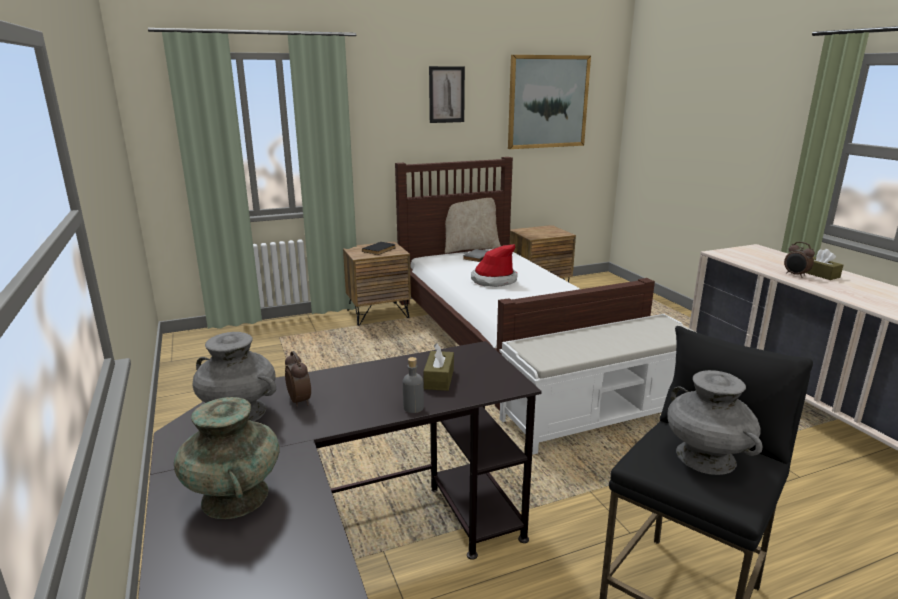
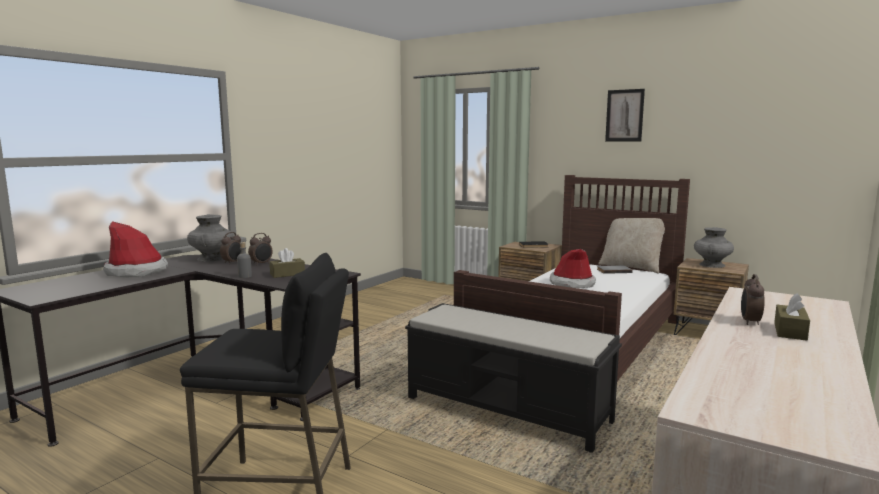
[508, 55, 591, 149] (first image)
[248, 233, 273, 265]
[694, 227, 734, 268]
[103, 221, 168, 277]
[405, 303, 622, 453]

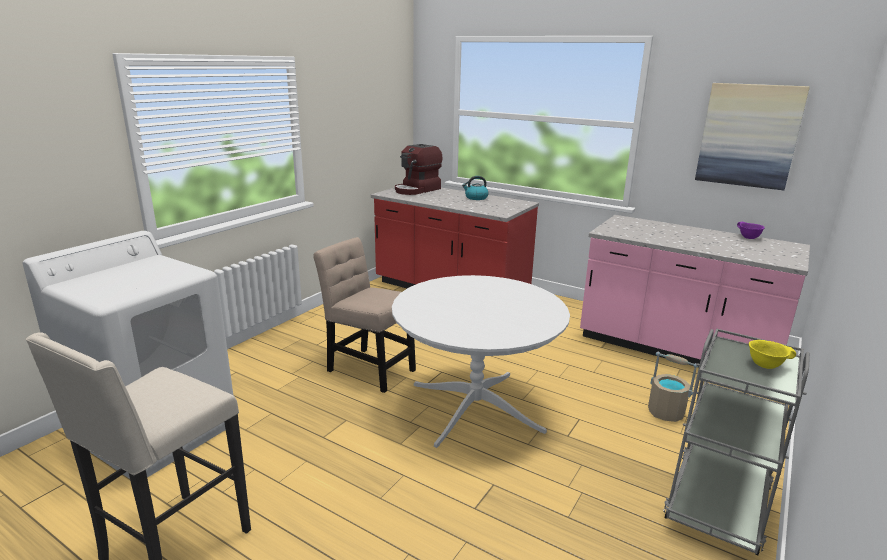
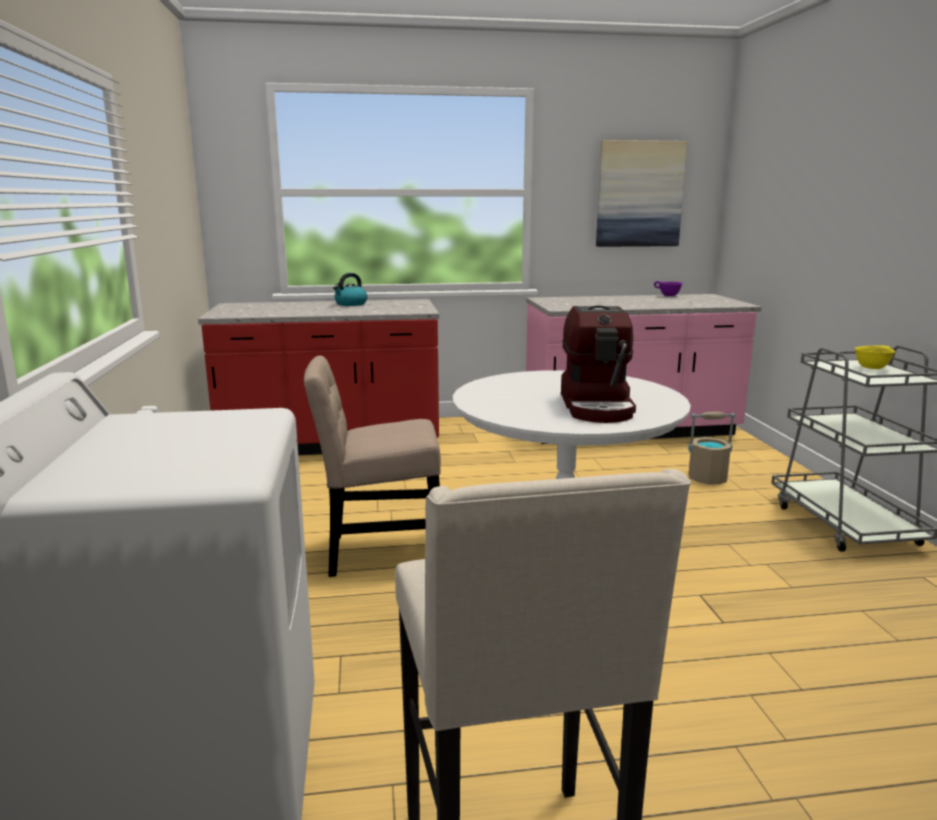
[561, 305, 636, 423]

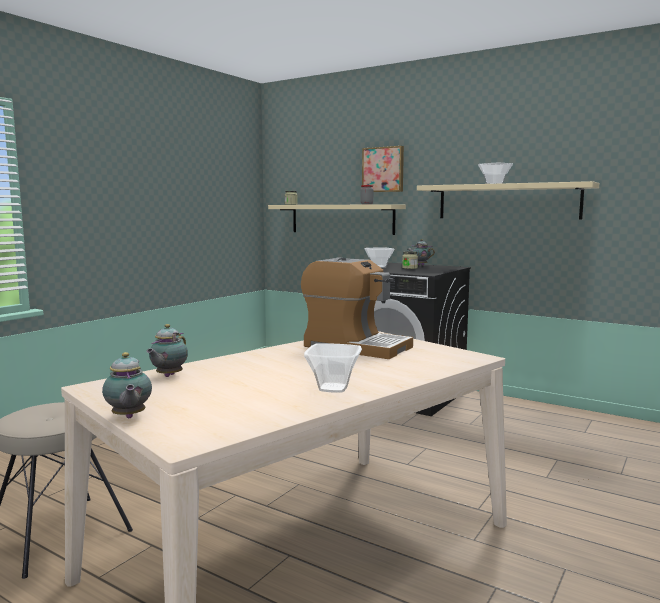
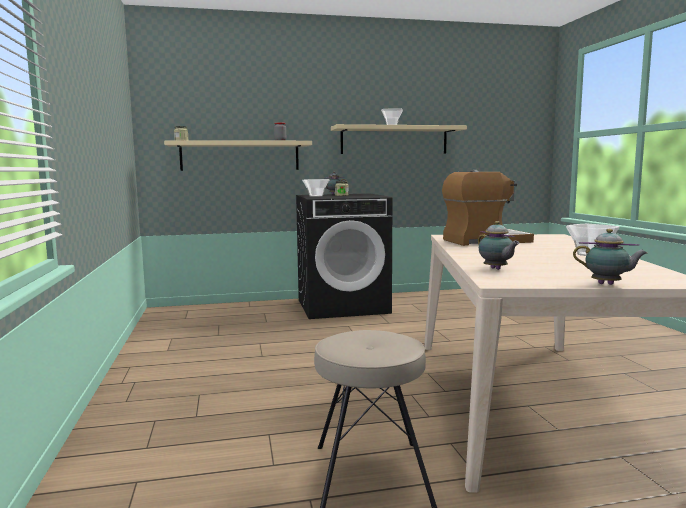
[362, 146, 404, 192] (first image)

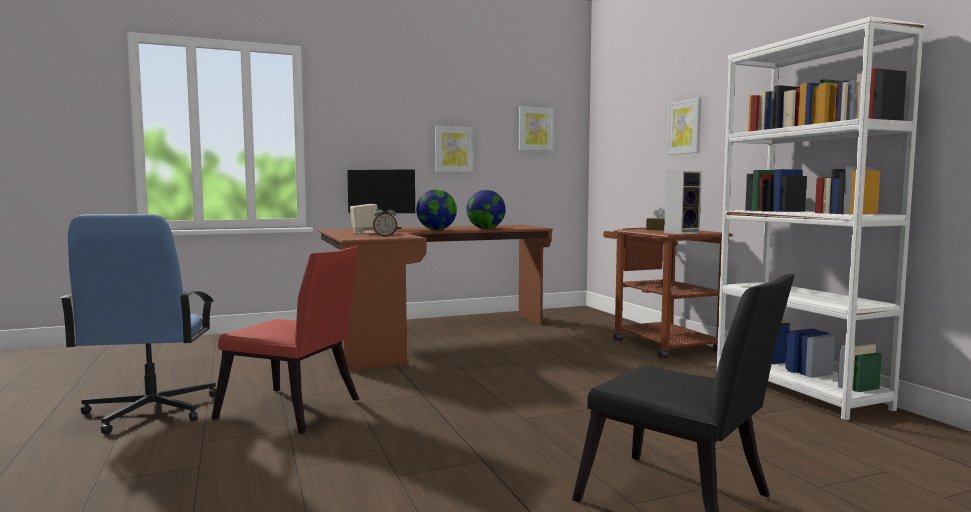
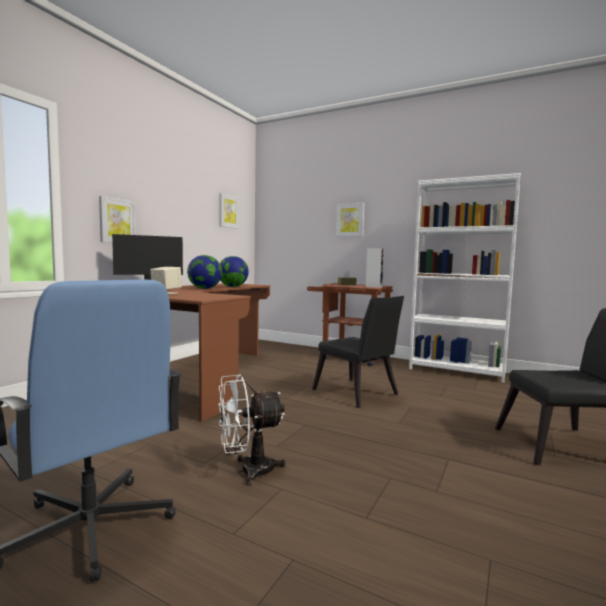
[373, 205, 397, 237] (first image)
[312, 296, 404, 408]
[99, 196, 136, 243]
[218, 374, 286, 486]

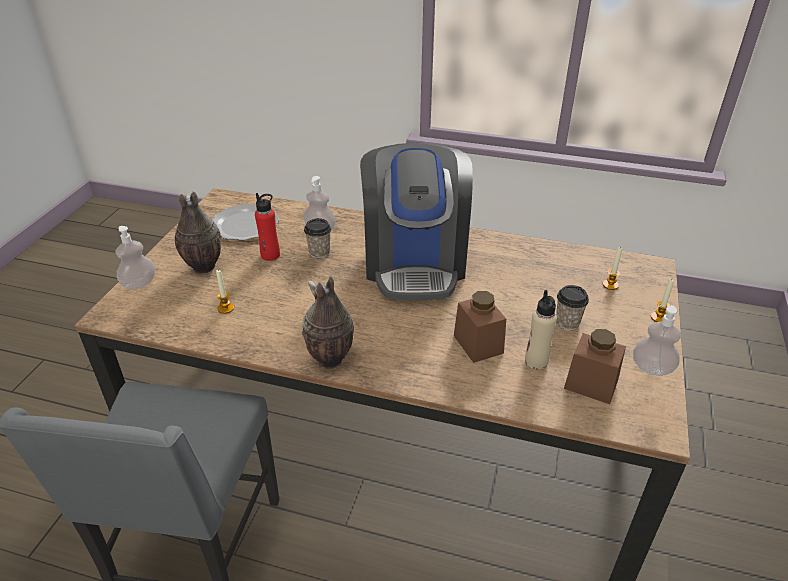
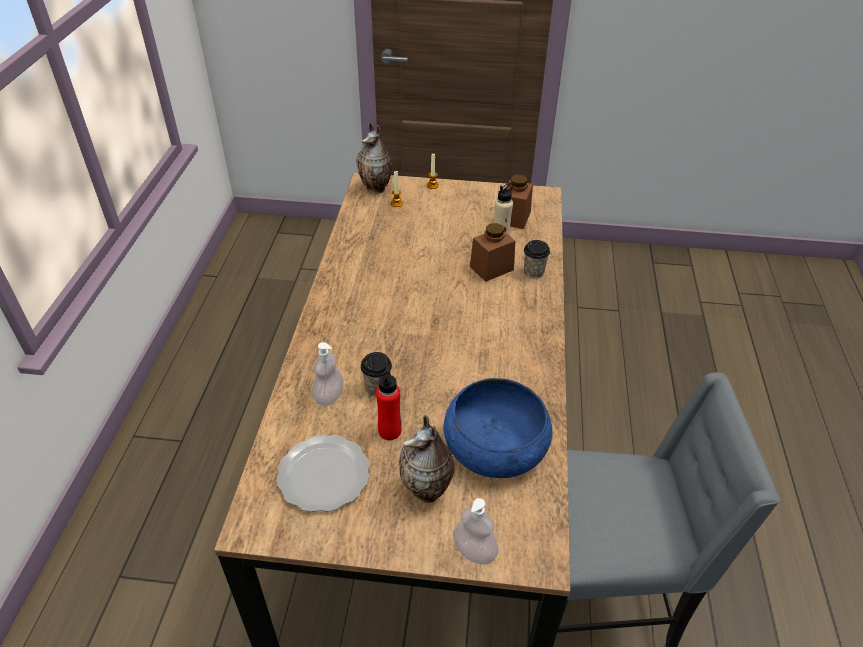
[360, 143, 473, 300] (first image)
[633, 305, 681, 376] (first image)
[357, 122, 392, 194]
[524, 240, 550, 279]
[443, 378, 552, 478]

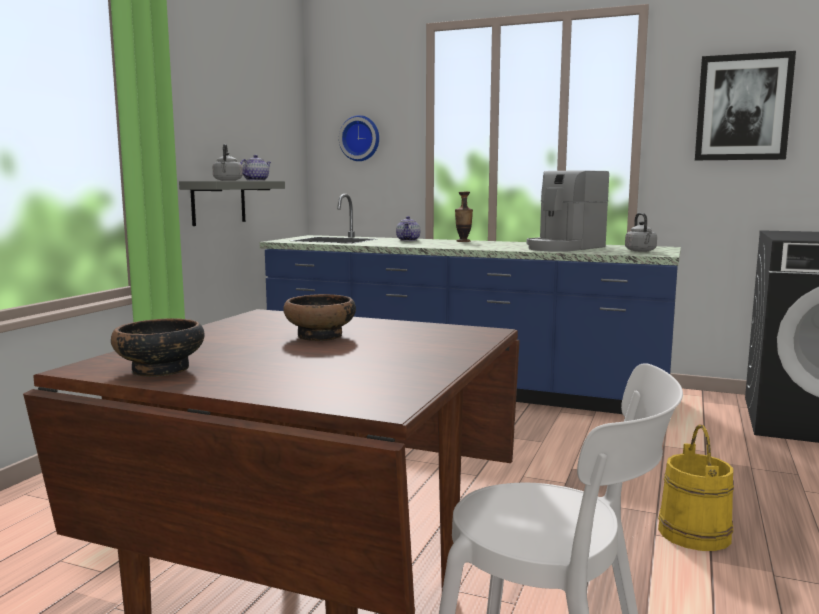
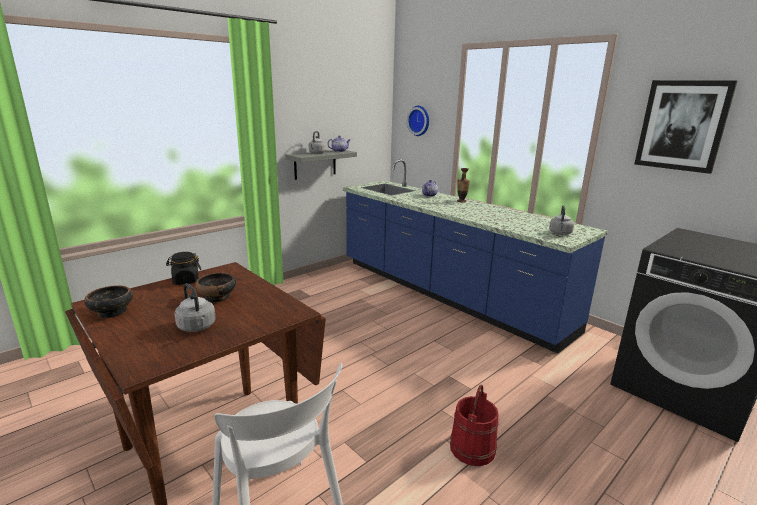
[527, 170, 609, 252] (first image)
[166, 252, 201, 285]
[174, 283, 216, 332]
[450, 385, 499, 466]

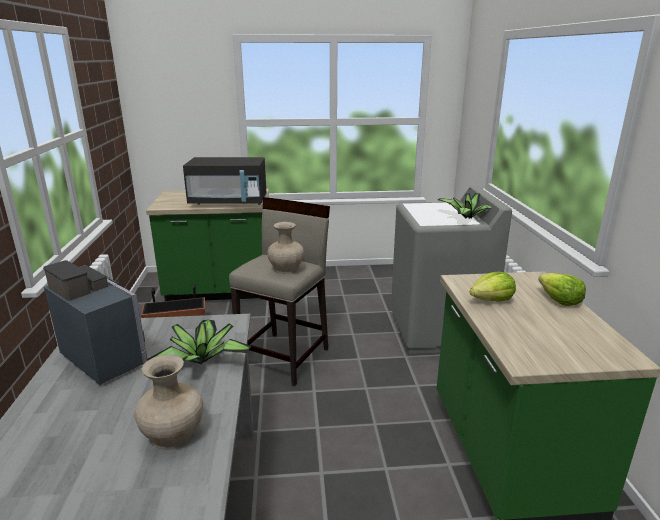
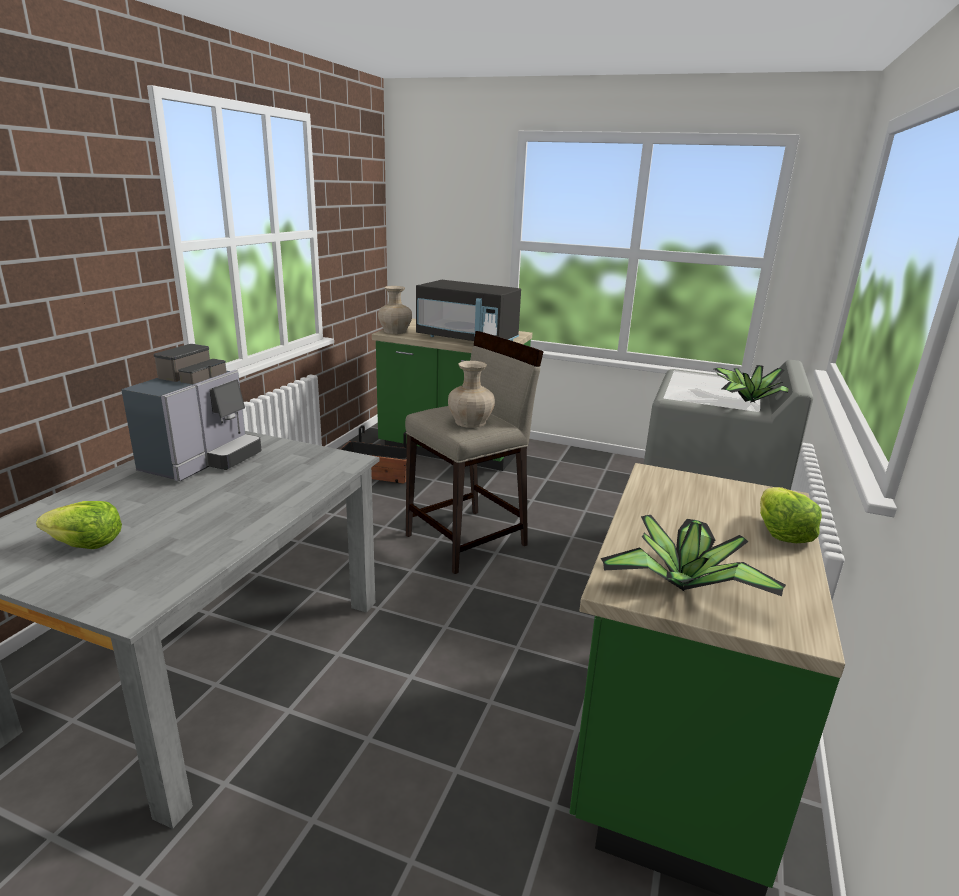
[378, 286, 412, 334]
[601, 515, 786, 596]
[36, 501, 122, 549]
[121, 344, 262, 481]

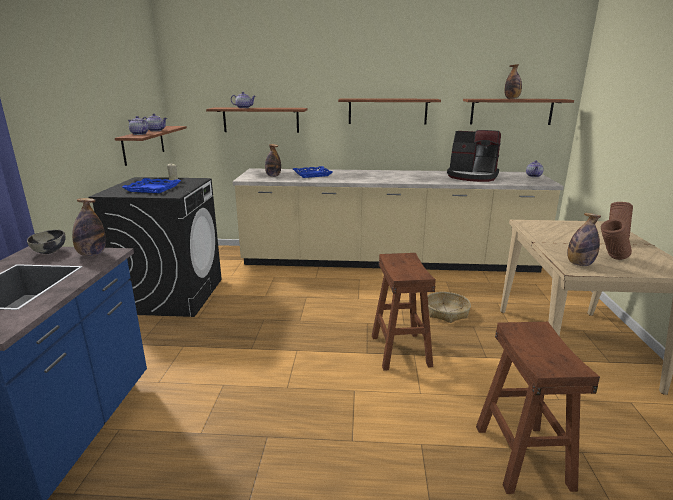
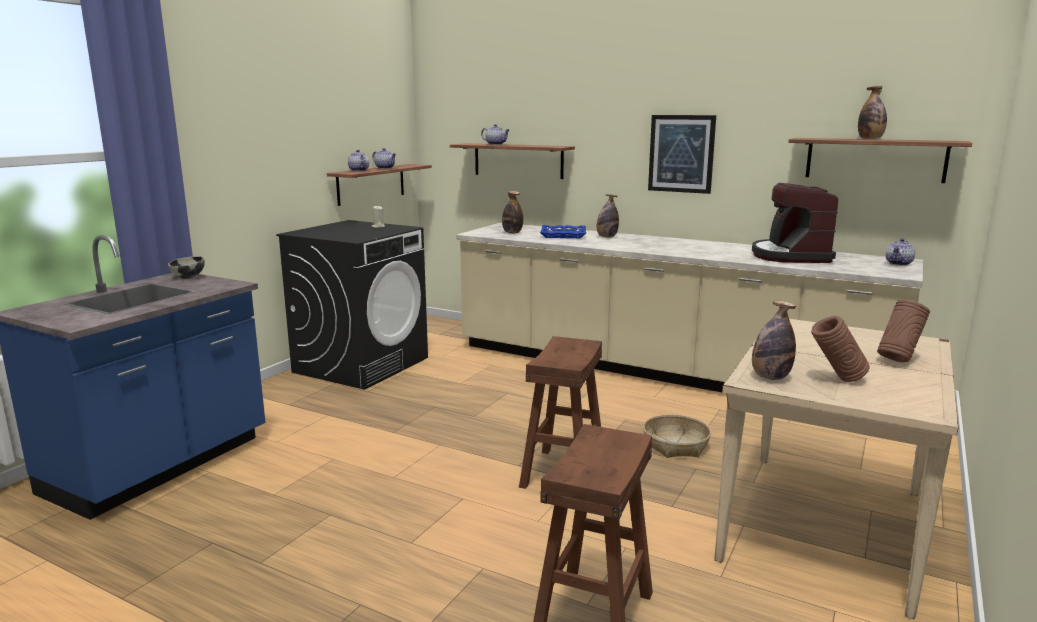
[122, 178, 181, 193] (first image)
[597, 194, 619, 238]
[648, 115, 716, 194]
[752, 183, 838, 263]

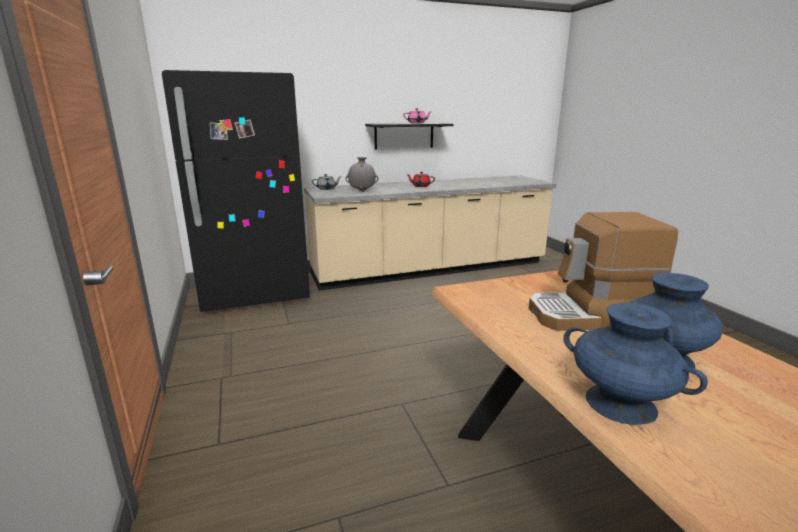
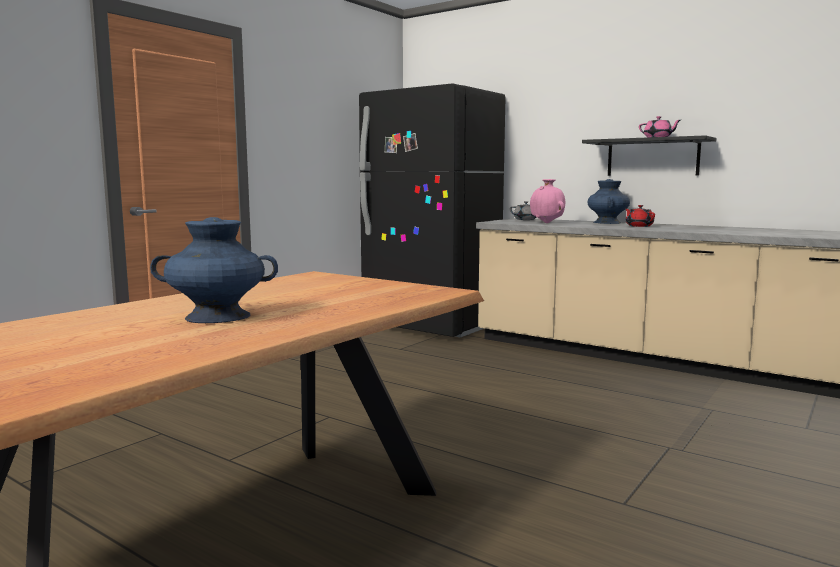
[529, 212, 678, 331] (first image)
[588, 179, 630, 224]
[530, 179, 565, 223]

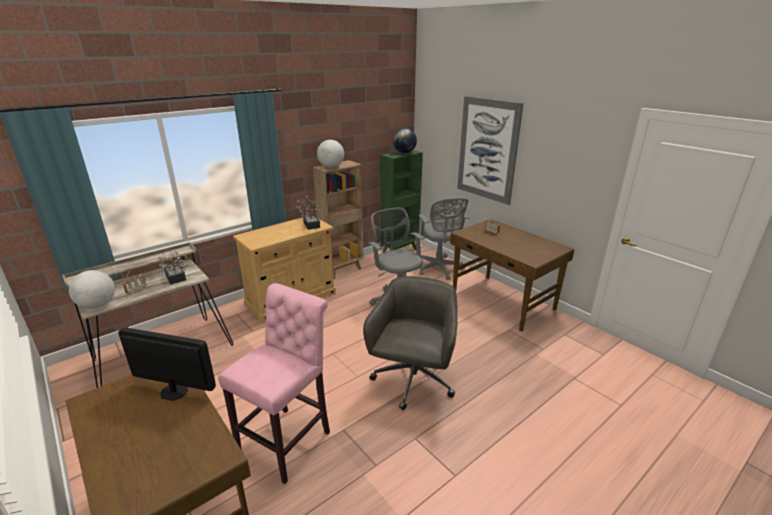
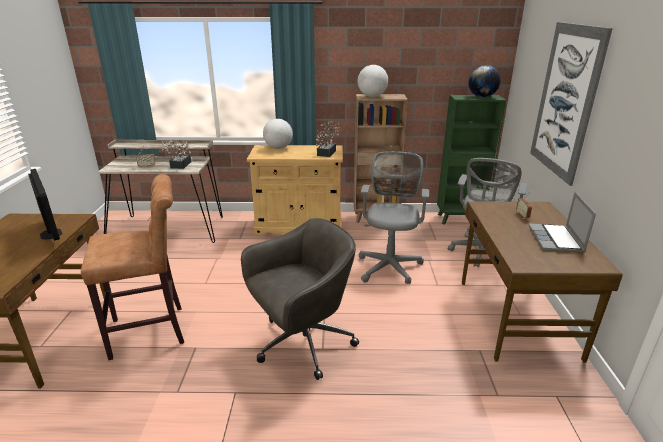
[528, 192, 596, 252]
[263, 119, 293, 149]
[81, 174, 184, 360]

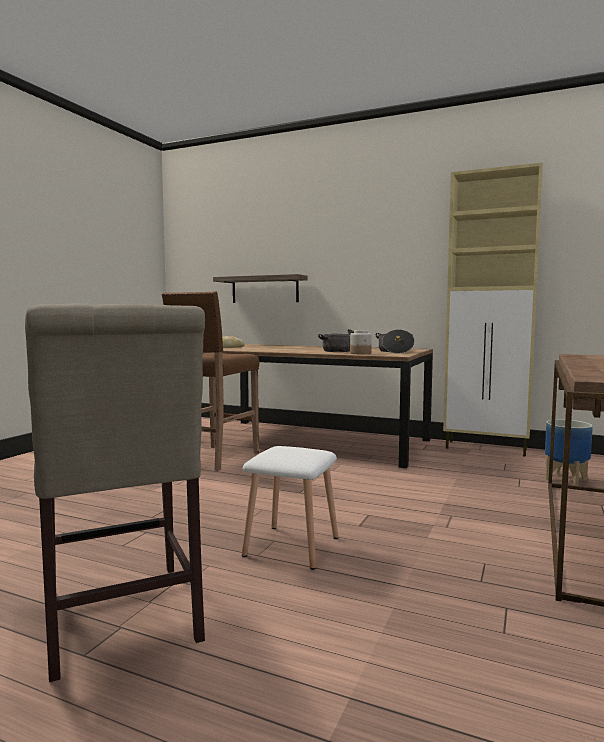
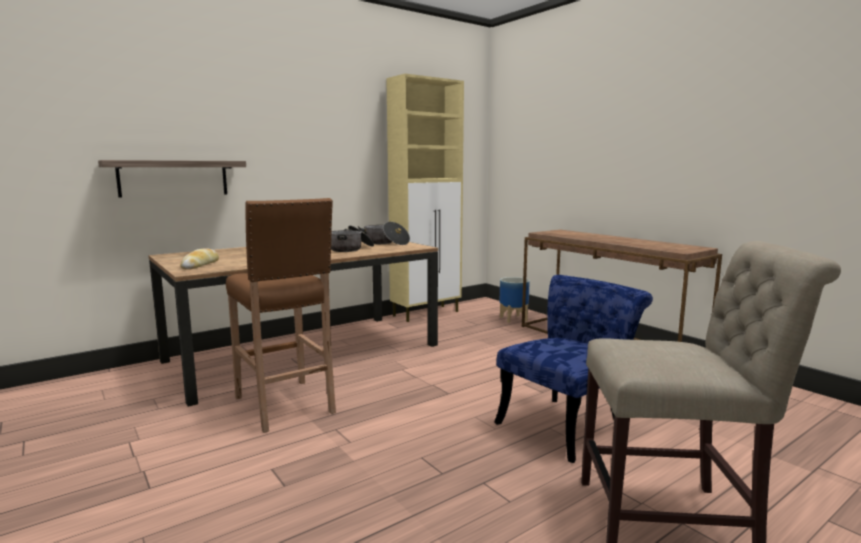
[350, 330, 372, 354] (first image)
[494, 275, 653, 463]

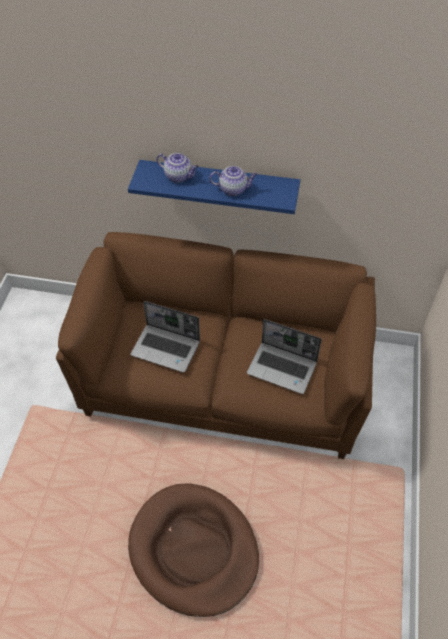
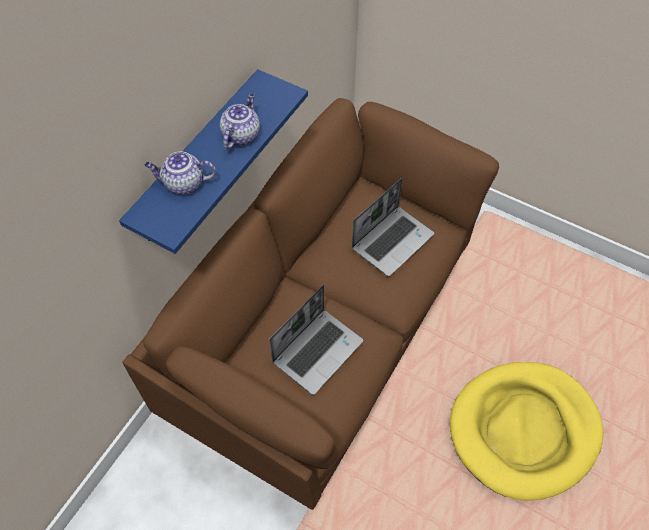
[450, 362, 604, 501]
[144, 151, 216, 195]

